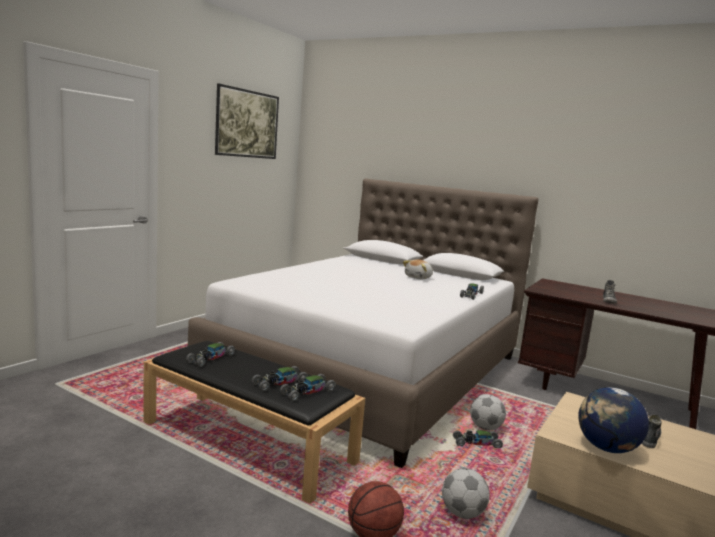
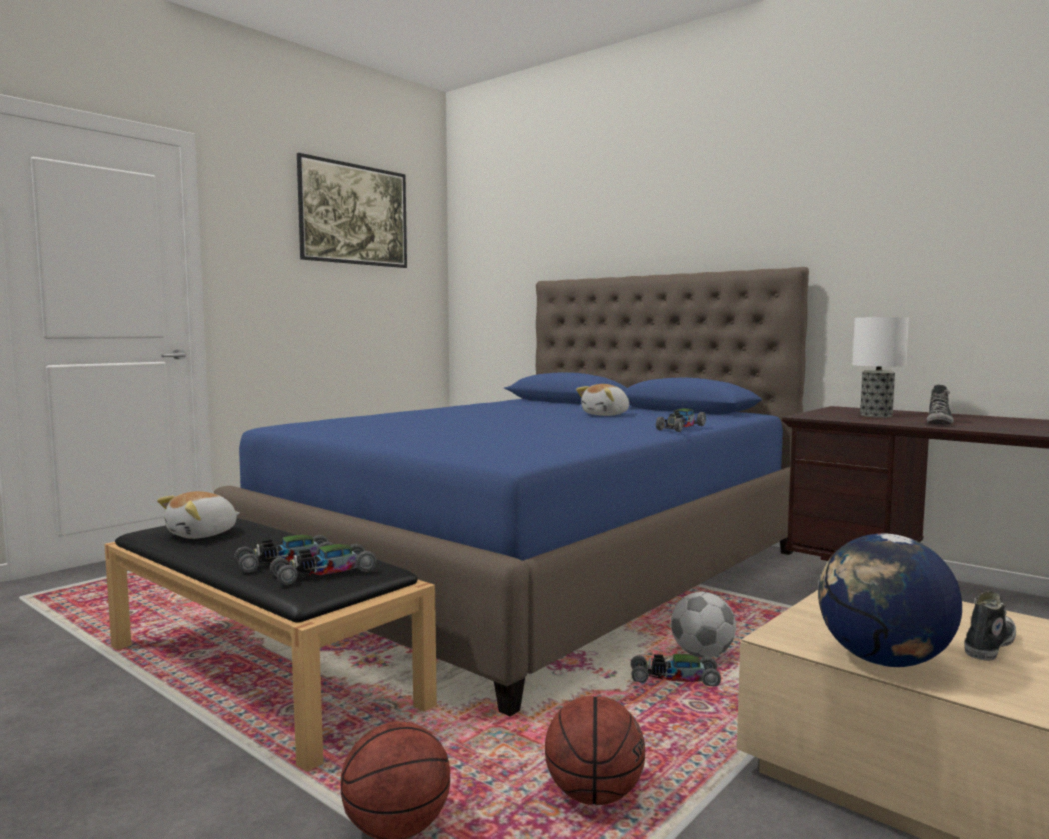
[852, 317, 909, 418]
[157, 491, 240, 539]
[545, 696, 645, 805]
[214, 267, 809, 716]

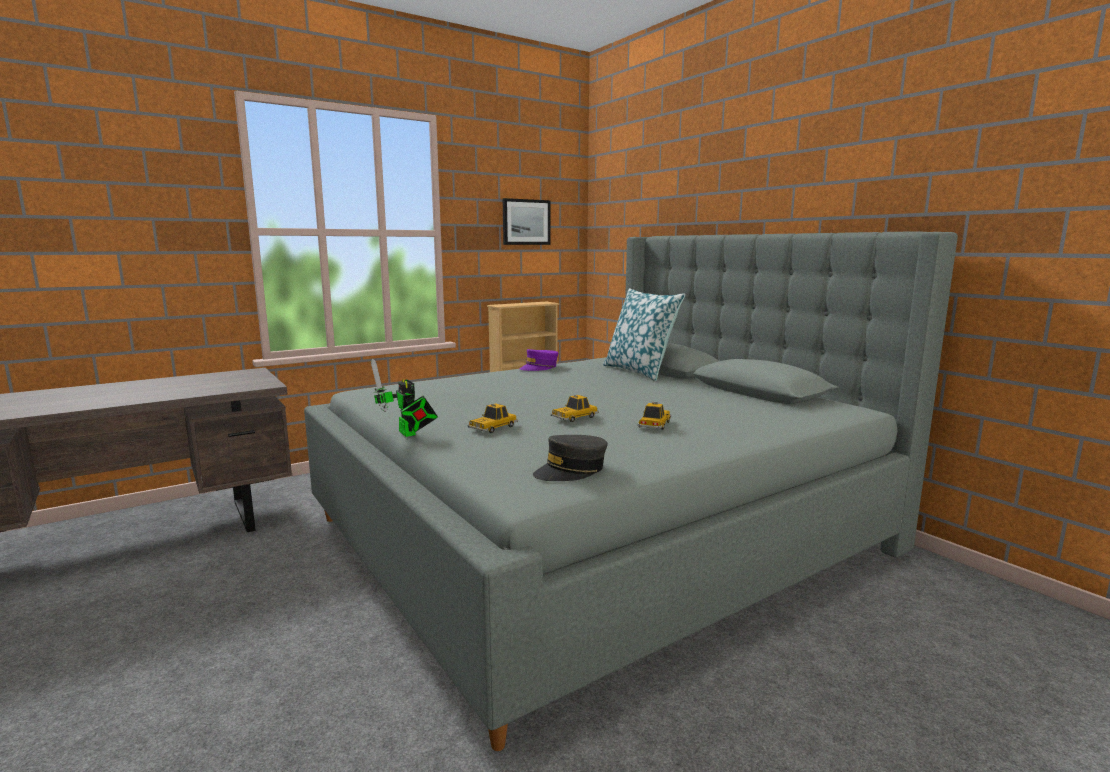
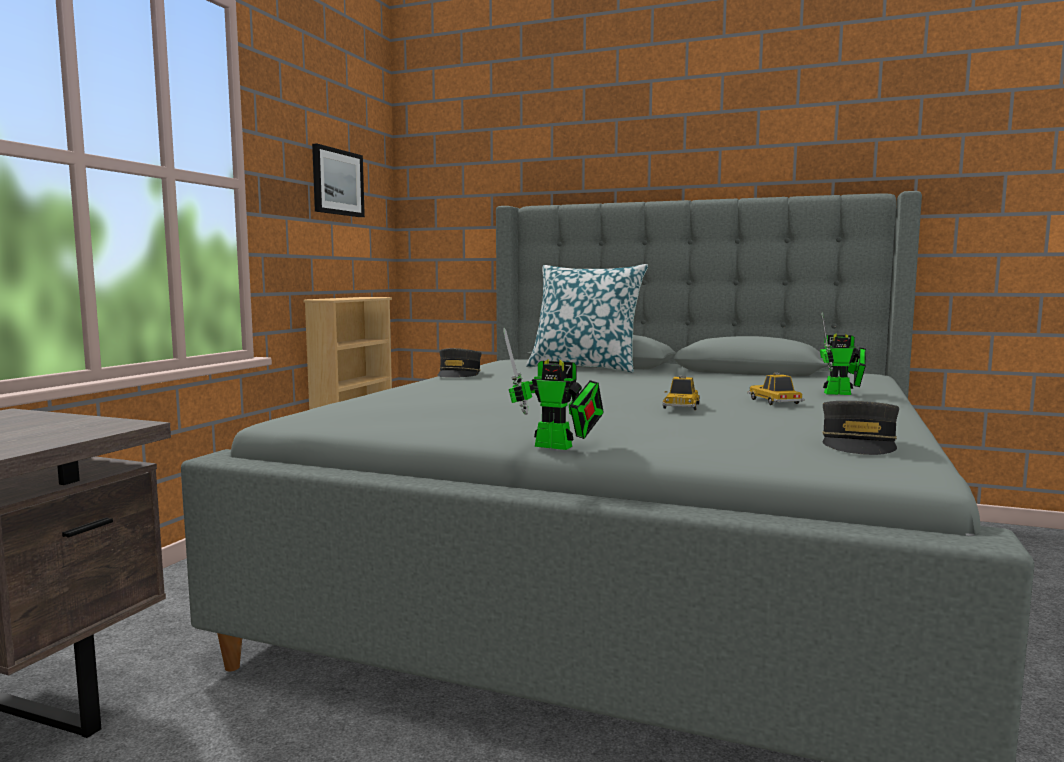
[467, 403, 518, 433] (first image)
[820, 312, 866, 395]
[437, 348, 482, 378]

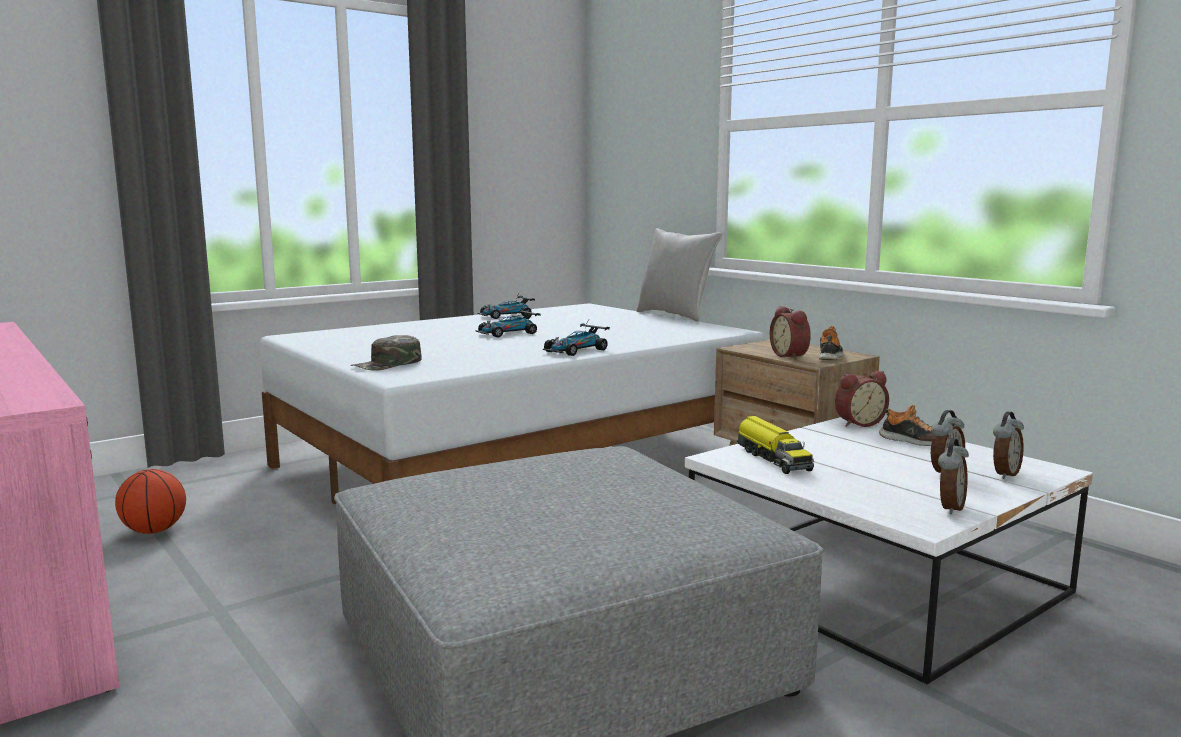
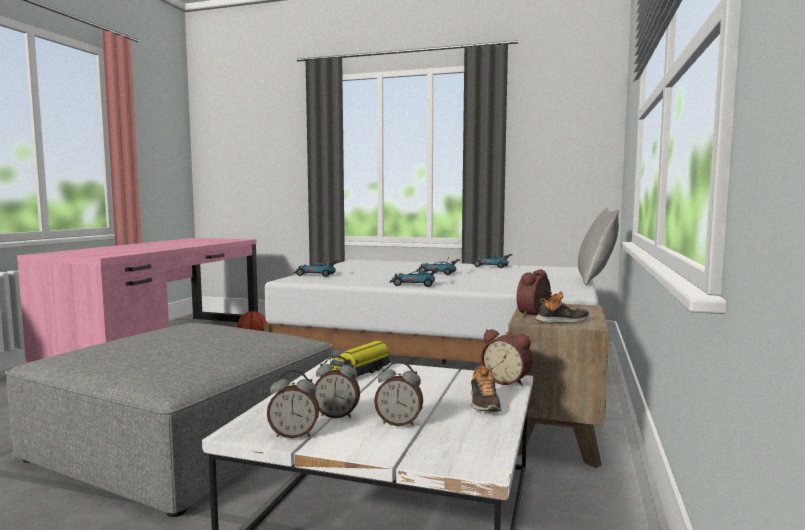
[314, 356, 360, 418]
[293, 260, 339, 277]

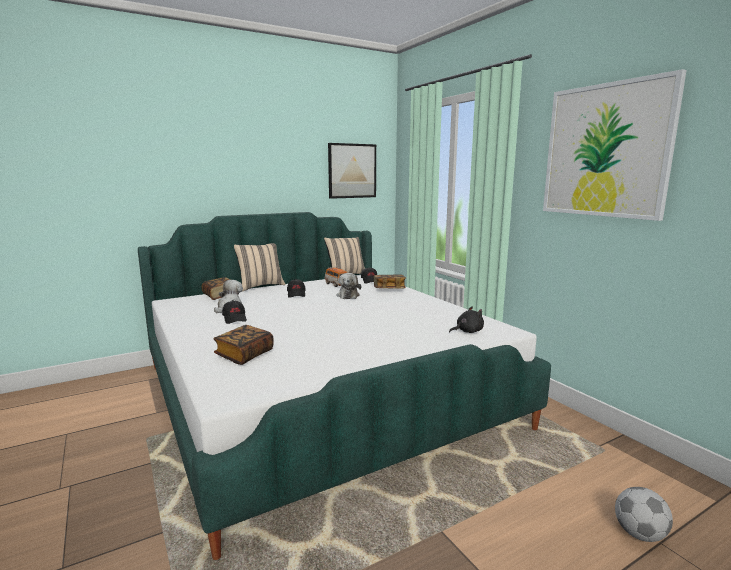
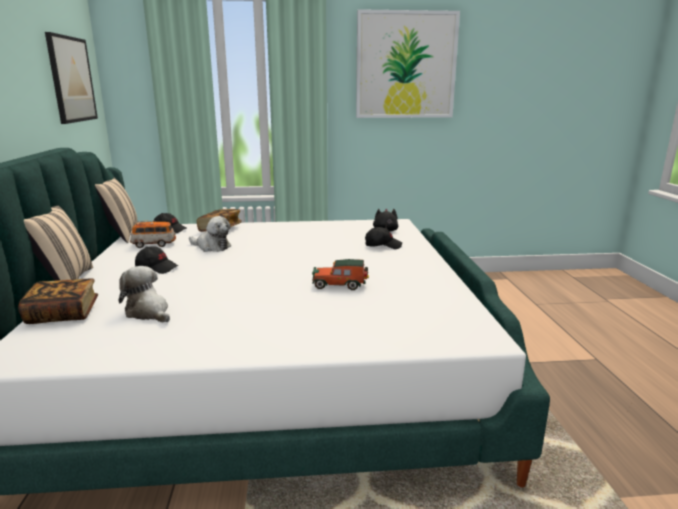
[213, 325, 273, 365] (first image)
[615, 487, 673, 542] (first image)
[312, 259, 369, 290]
[365, 227, 402, 249]

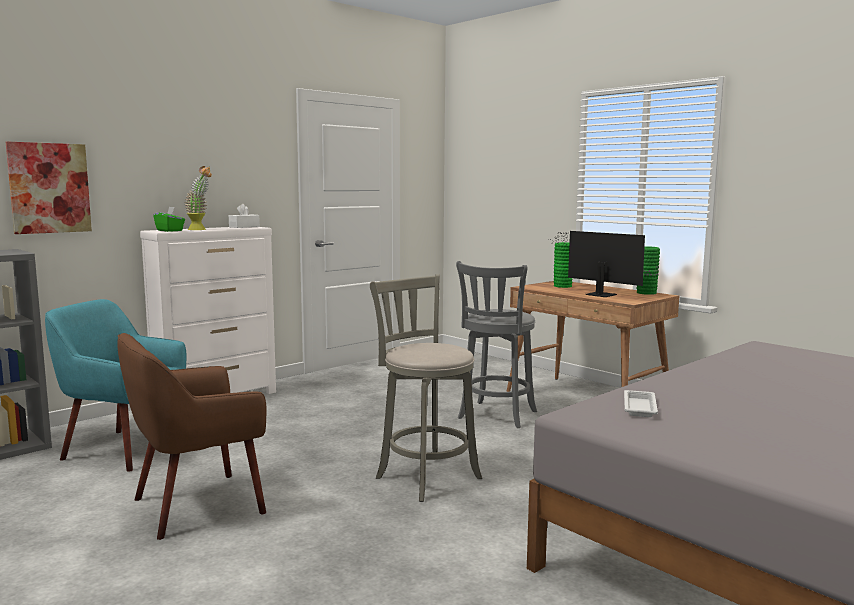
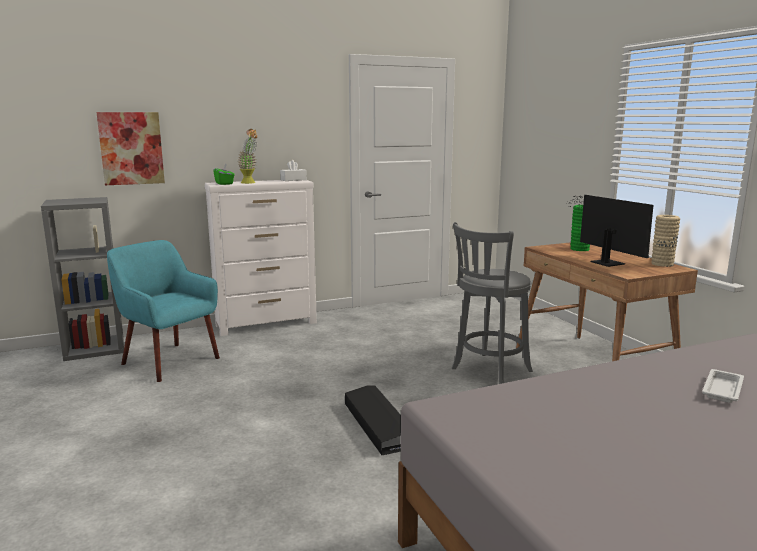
[117, 333, 267, 540] (first image)
[702, 369, 744, 403]
[345, 386, 401, 455]
[651, 215, 680, 267]

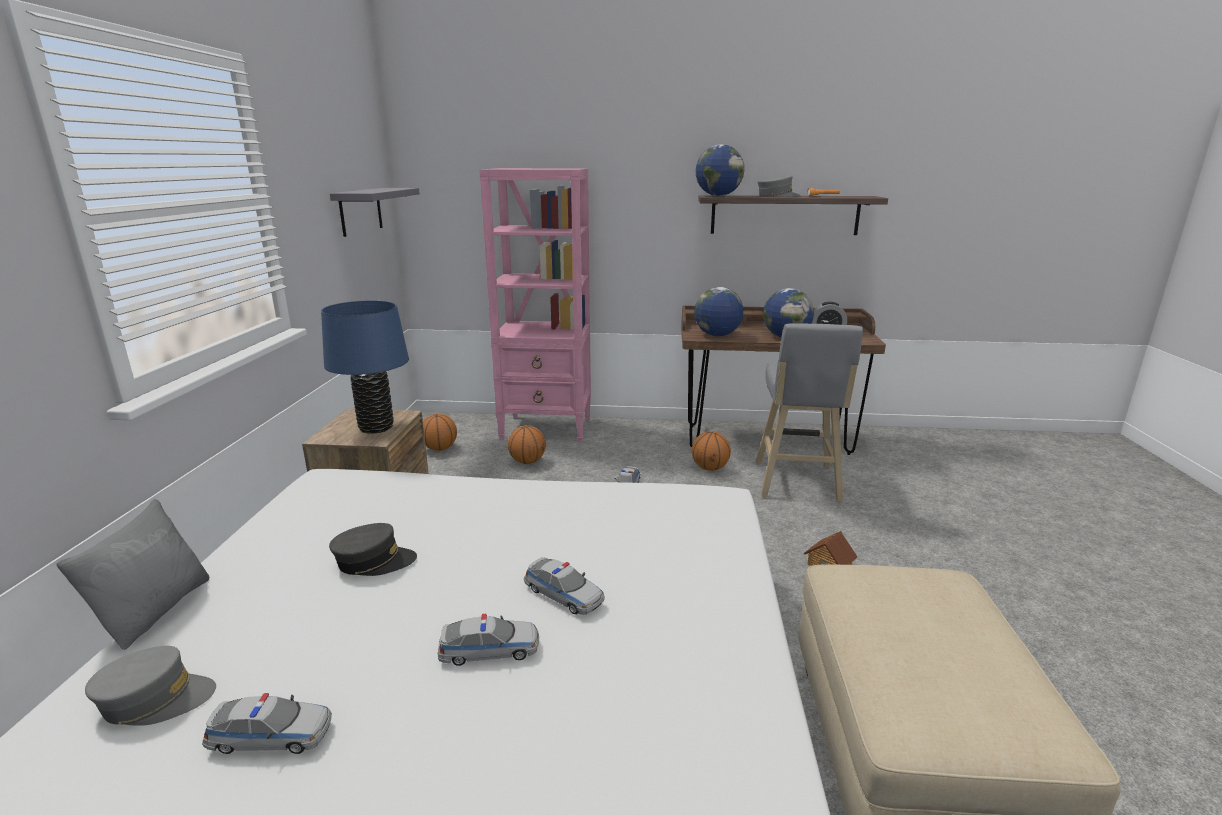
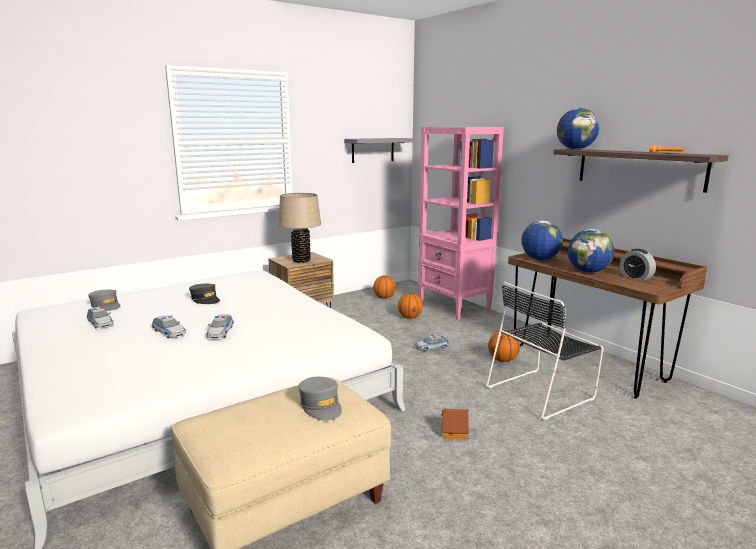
[57, 499, 209, 650] (first image)
[299, 377, 342, 421]
[486, 282, 603, 420]
[279, 193, 321, 263]

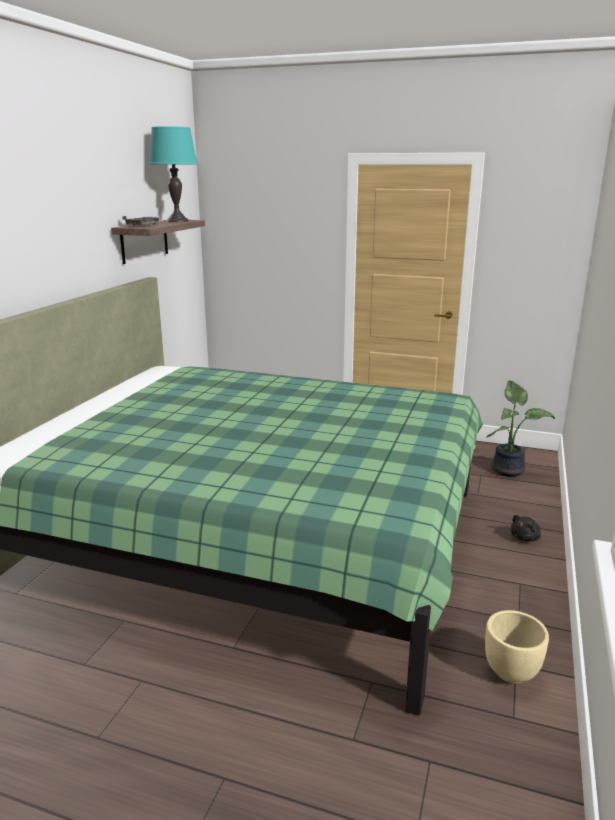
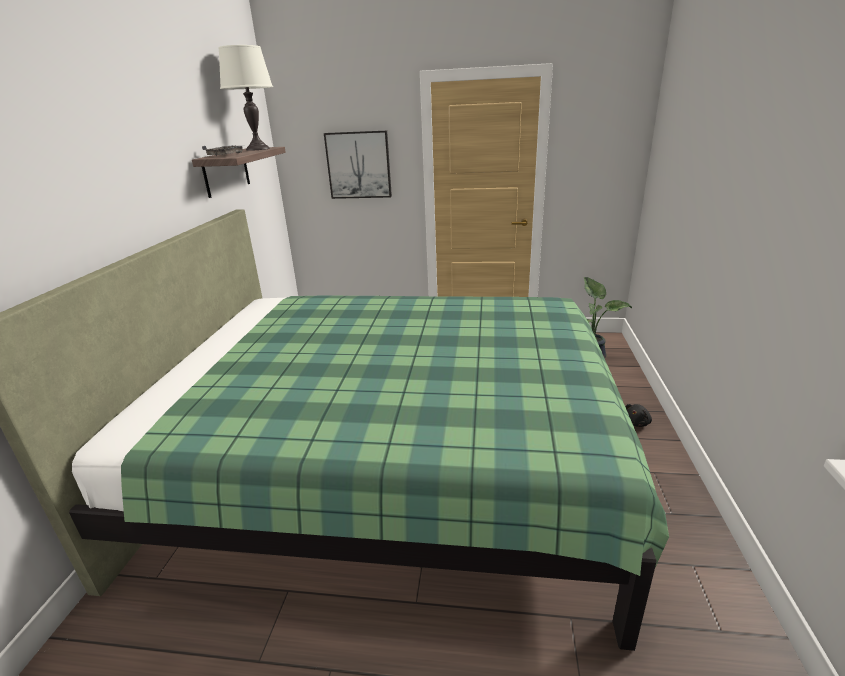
[485, 610, 549, 684] (first image)
[324, 131, 392, 199]
[218, 45, 273, 151]

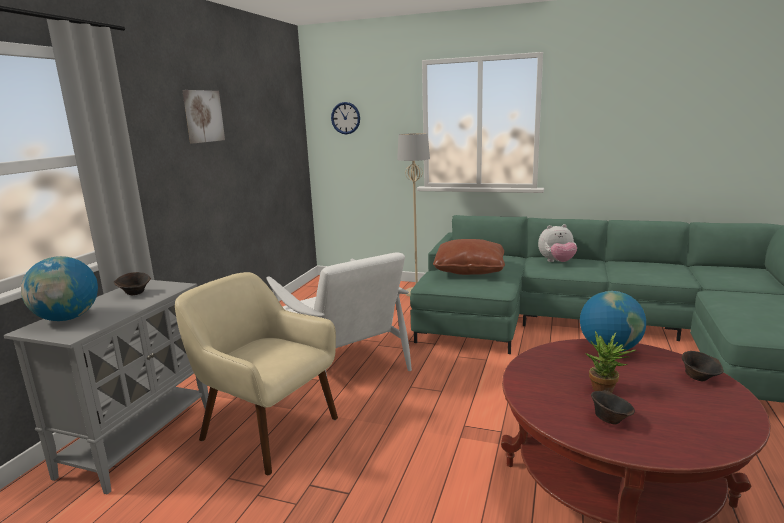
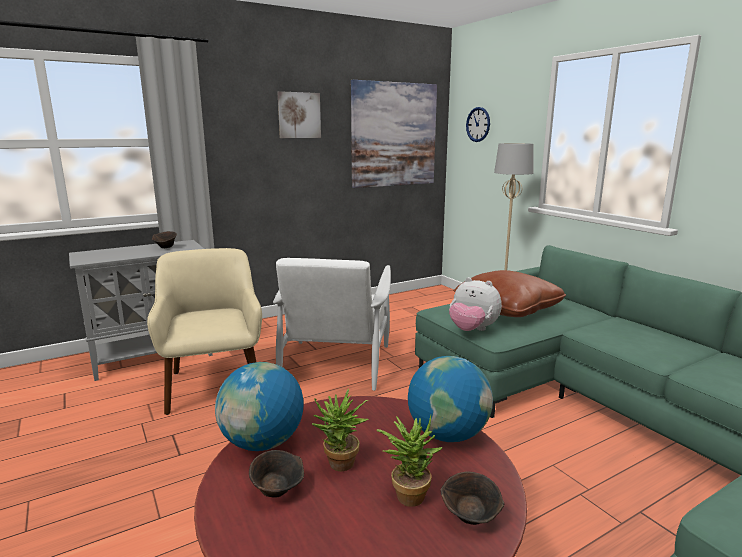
[351, 80, 437, 188]
[377, 415, 442, 507]
[215, 362, 304, 451]
[449, 277, 502, 331]

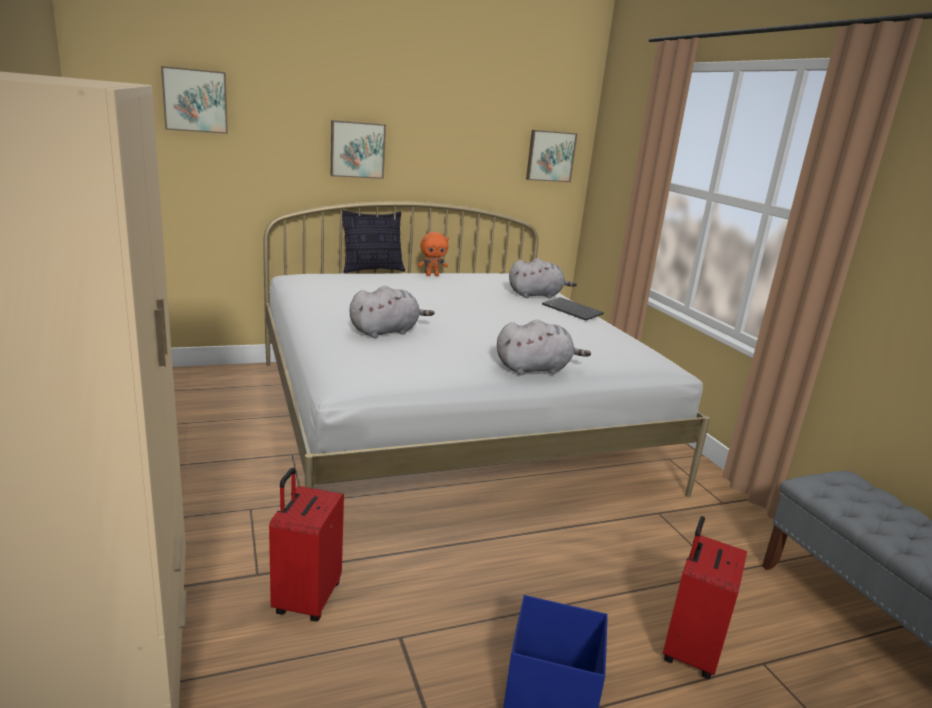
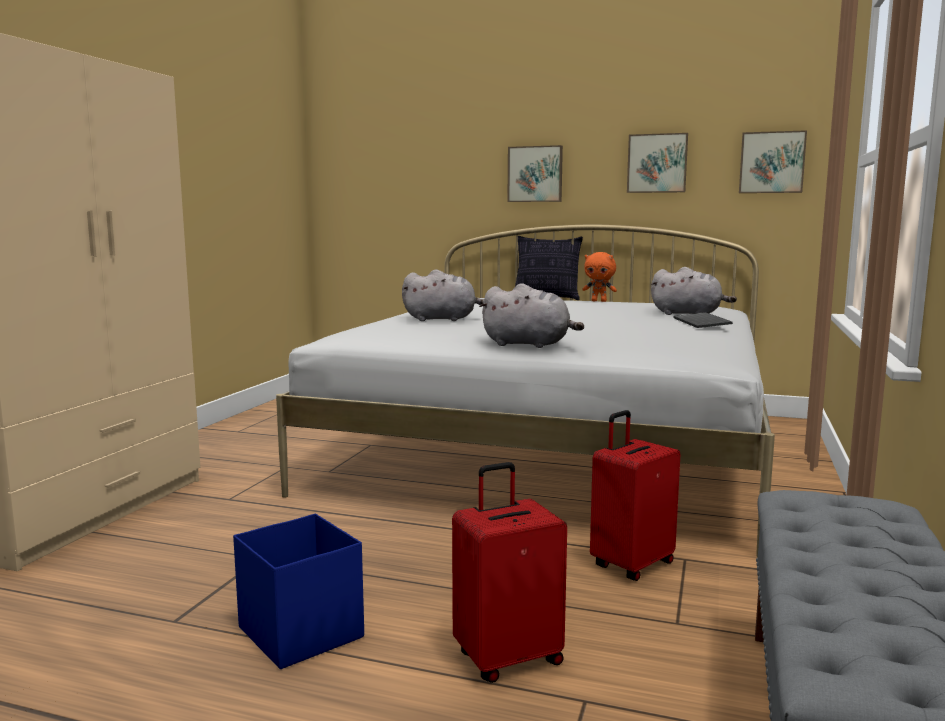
[627, 133, 688, 193]
[590, 410, 681, 581]

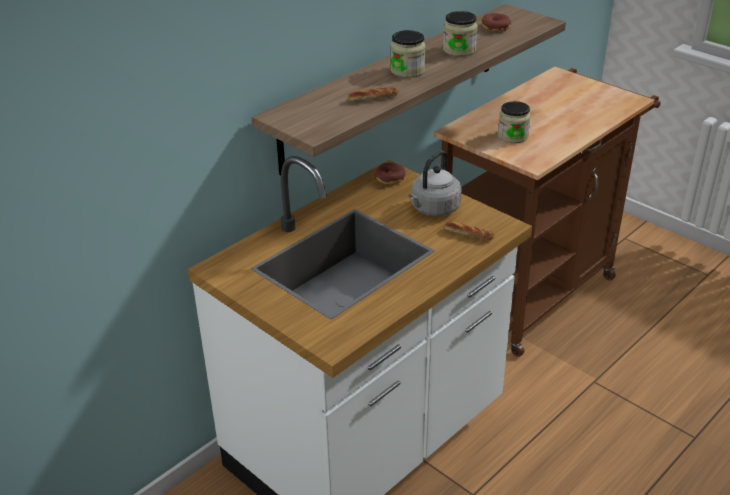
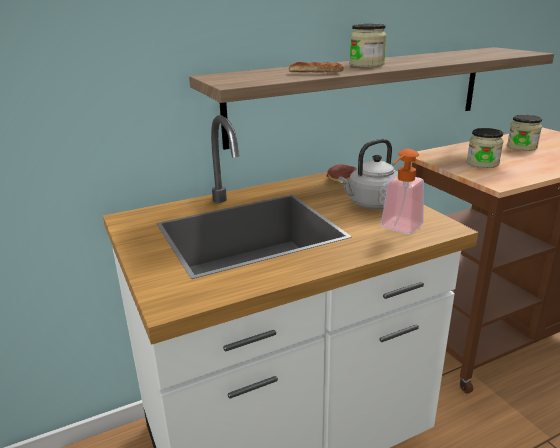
[482, 13, 511, 31] (first image)
[507, 115, 542, 151]
[381, 149, 424, 234]

